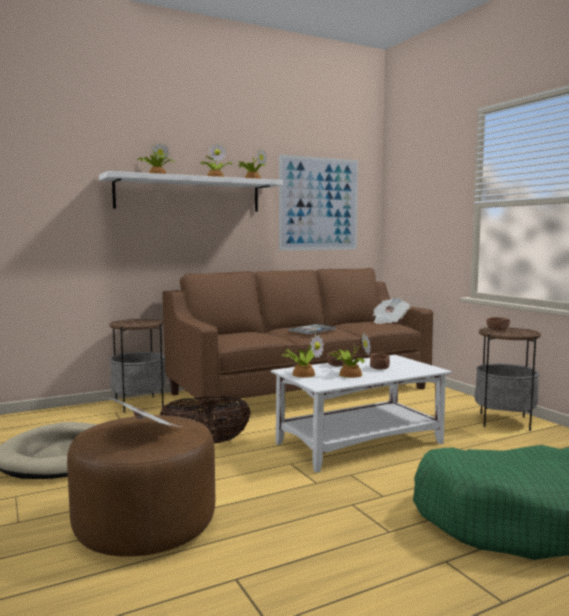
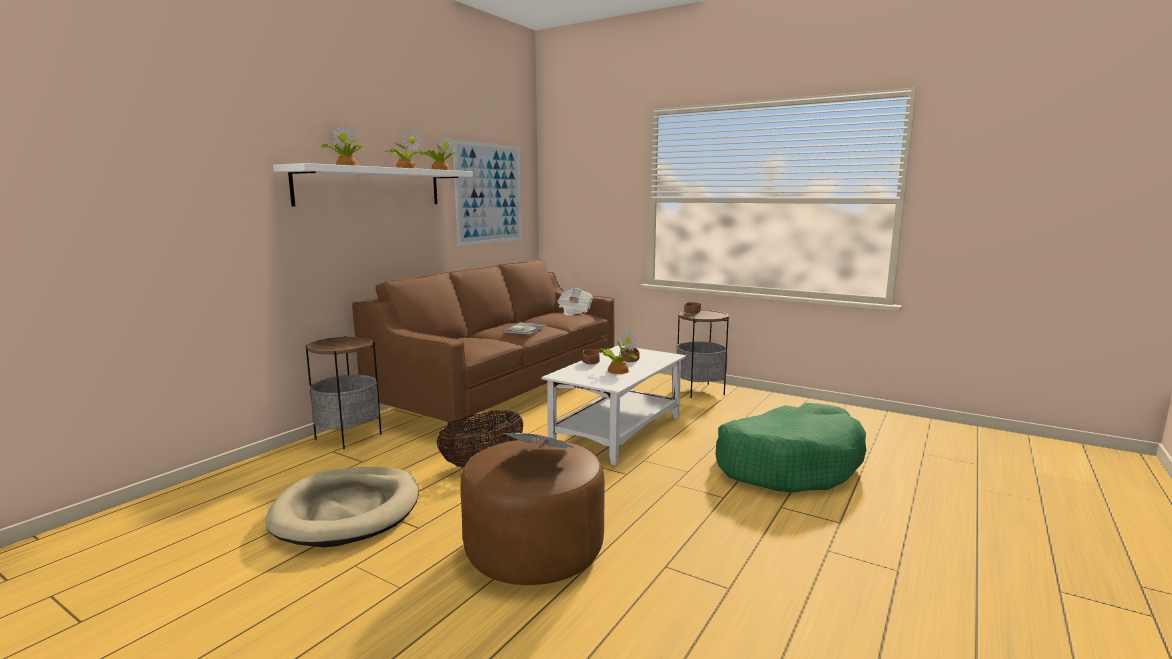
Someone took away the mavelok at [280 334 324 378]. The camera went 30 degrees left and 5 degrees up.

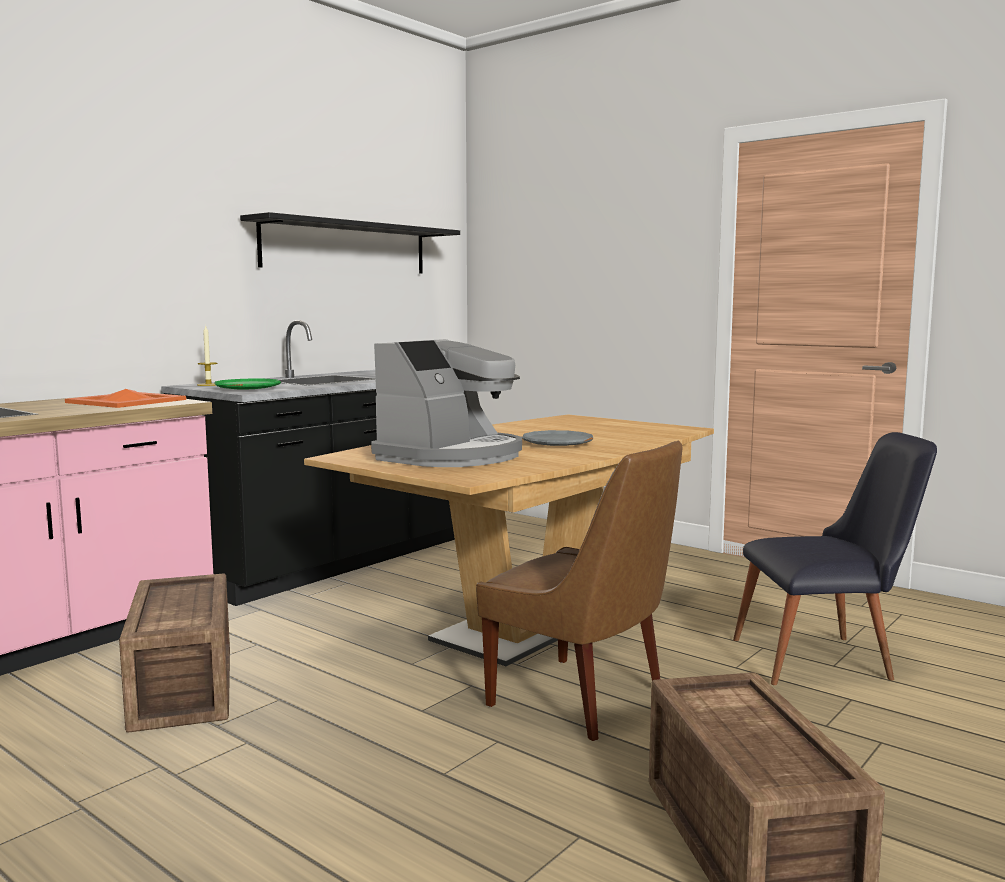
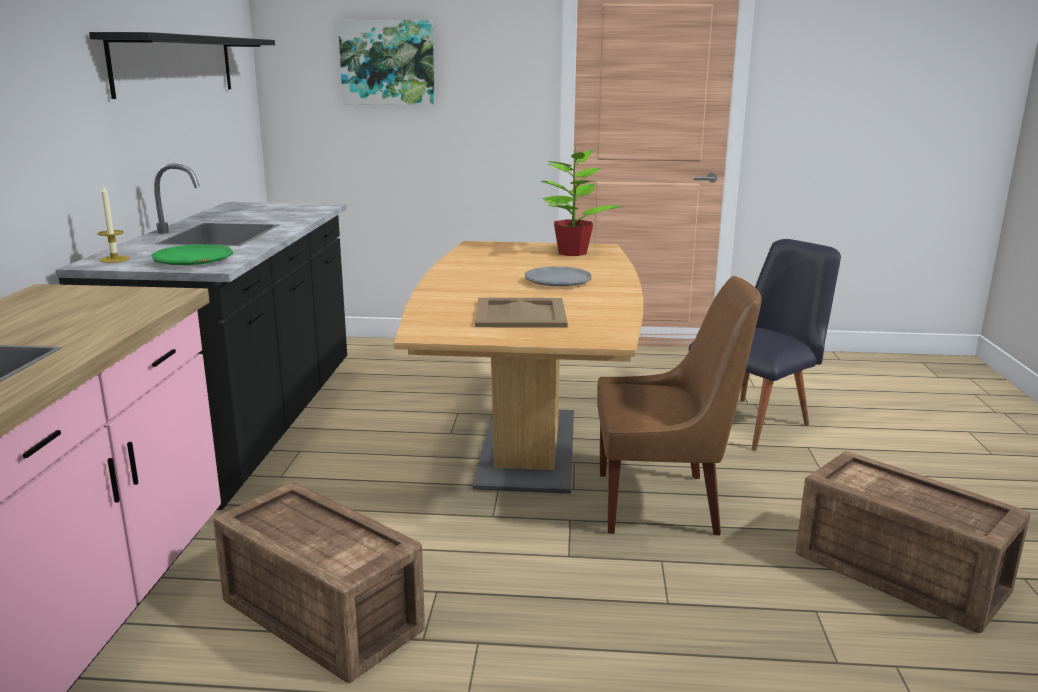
Someone took away the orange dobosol at [65 389 186 408]. Someone swapped the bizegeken at [371 339 522 467] for the beige dobosol at [475 298 568 328]. Someone put up the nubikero at [338 20 435 105]. Someone put down the mavelok at [541 145 622 256]. The camera went 35 degrees left and 10 degrees up.

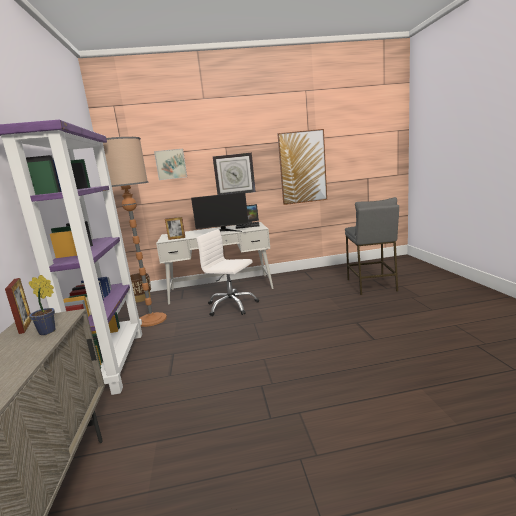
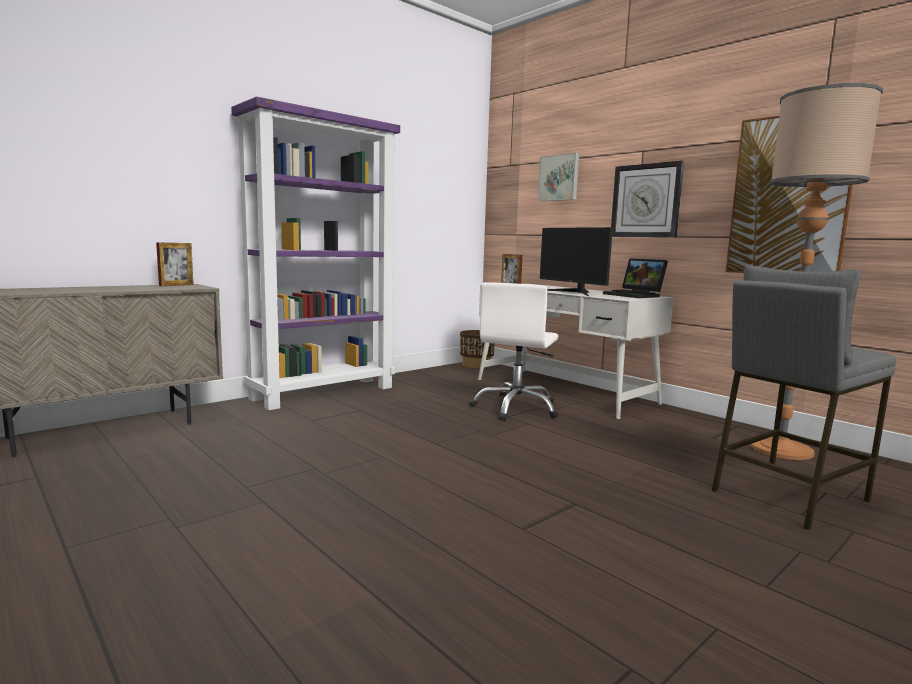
Someone took away the mavelok at [29 275 56 335]. Someone carried the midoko from [103 137 167 327] to [750 83 883 460]. Someone rotated the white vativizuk at [196 229 259 316] by 150 degrees counterclockwise. The camera went 55 degrees right and 5 degrees down.

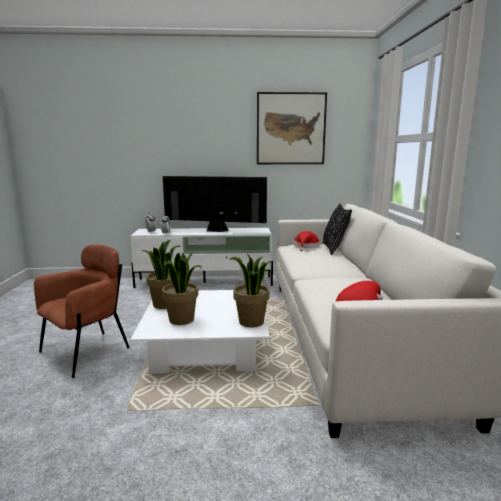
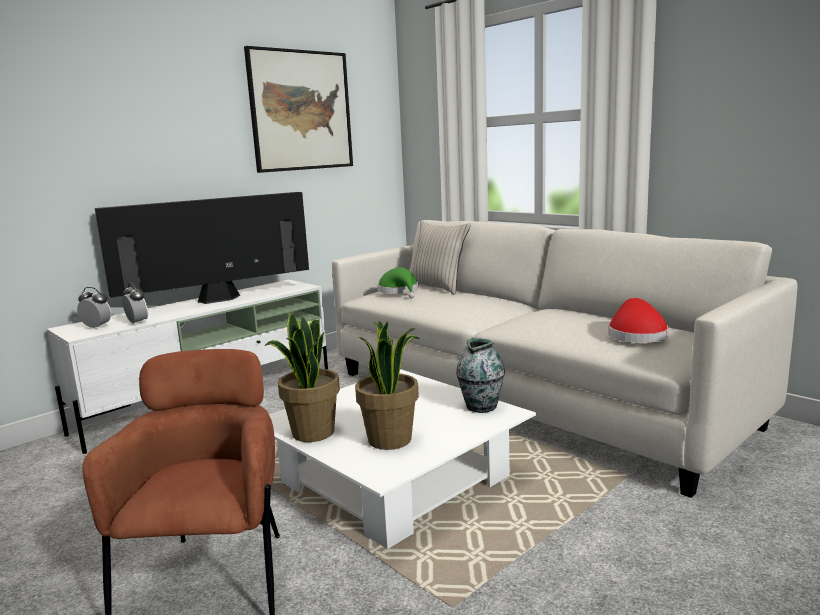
Someone swapped the mavelok at [230 254 272 327] for the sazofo at [456 339 505 413]. Someone repainted the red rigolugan at [294 231 320 251], which became the green rigolugan at [378 267 418 299]. Someone repainted the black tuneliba at [323 204 352 255], which became the beige tuneliba at [411 220 471 294]. The camera went 40 degrees left and 0 degrees up.

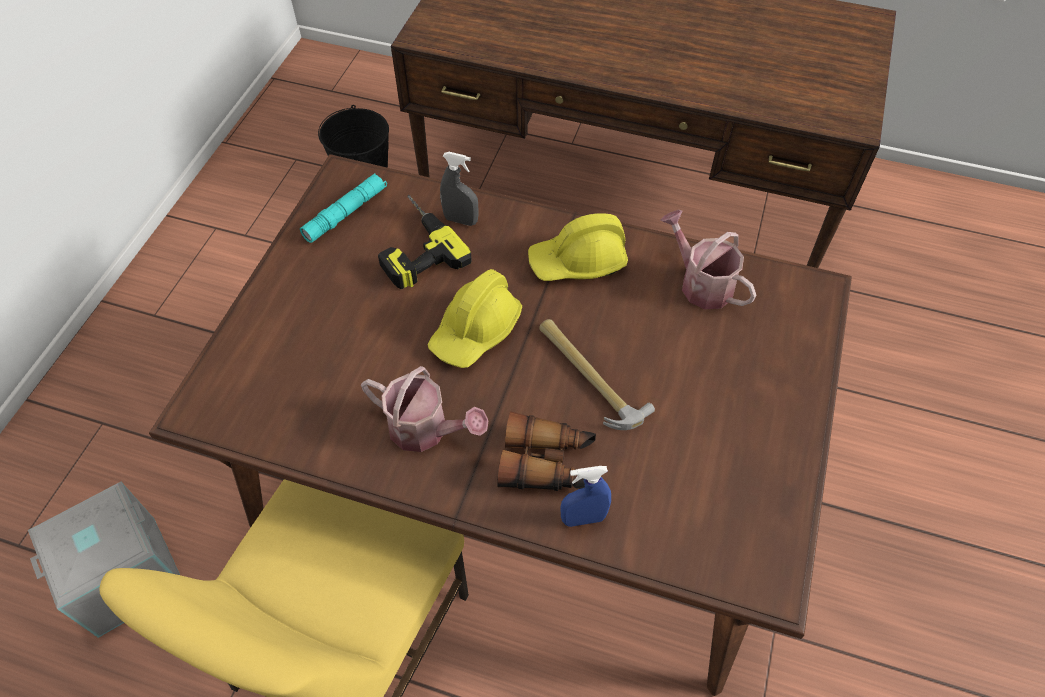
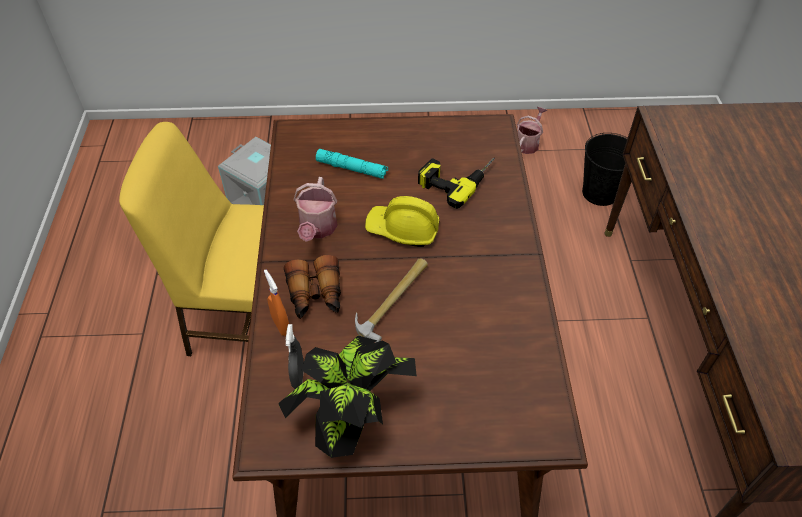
Someone carried the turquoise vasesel from [300 174 387 243] to [316 149 388 179]. Someone carried the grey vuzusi from [440 152 478 226] to [286 324 304 389]. Someone took away the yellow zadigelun at [528 213 628 281]. Someone repainted the blue vuzusi at [560 466 611 527], which became the orange vuzusi at [264 269 289 336]. Someone carried the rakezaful from [660 210 756 309] to [517 107 548 154]. Someone put down the mavelok at [278 336 417 458]. The camera went 70 degrees right and 5 degrees down.

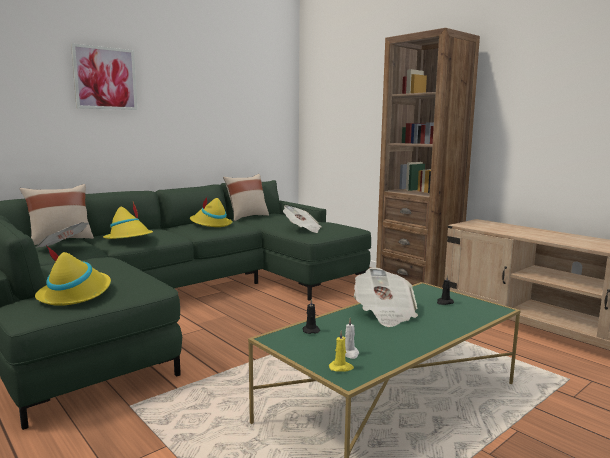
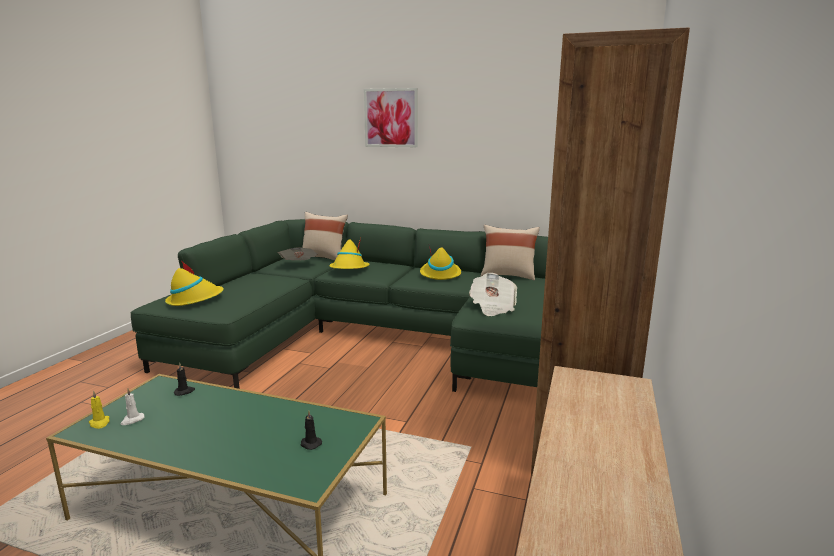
Someone took away the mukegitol at [354 268 418 327]. The camera went 60 degrees right and 5 degrees up.

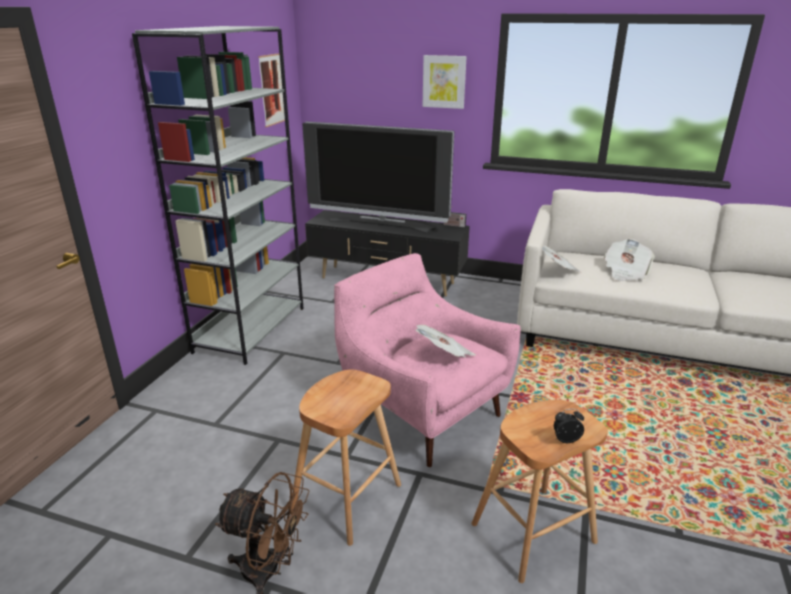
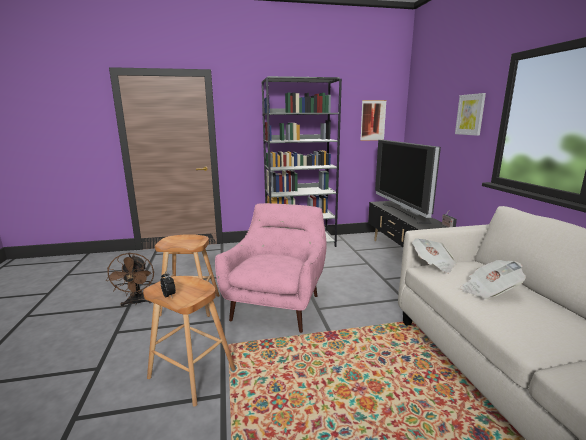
Someone took away the mukegitol at [415 325 476 358]. The camera went 60 degrees right and 10 degrees down.

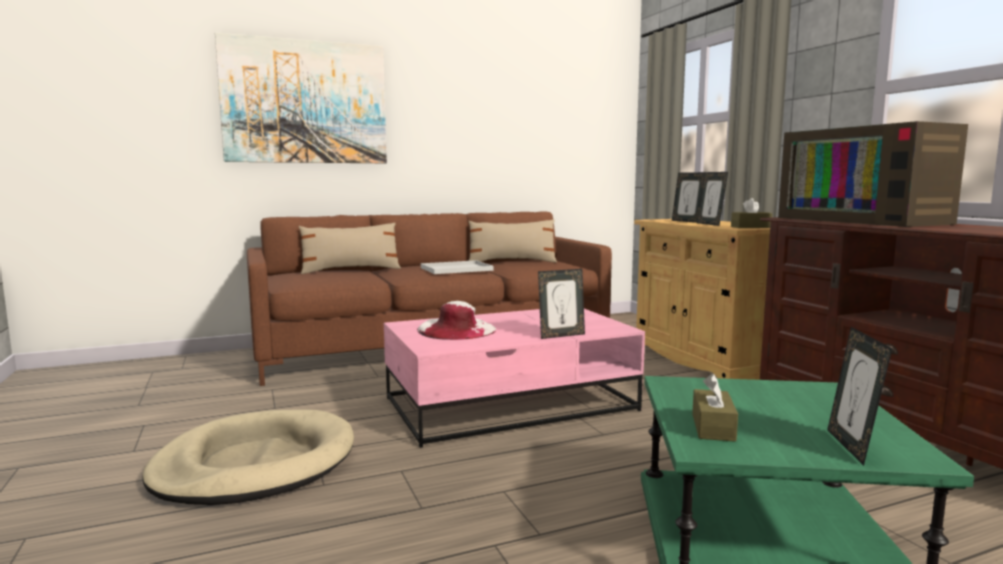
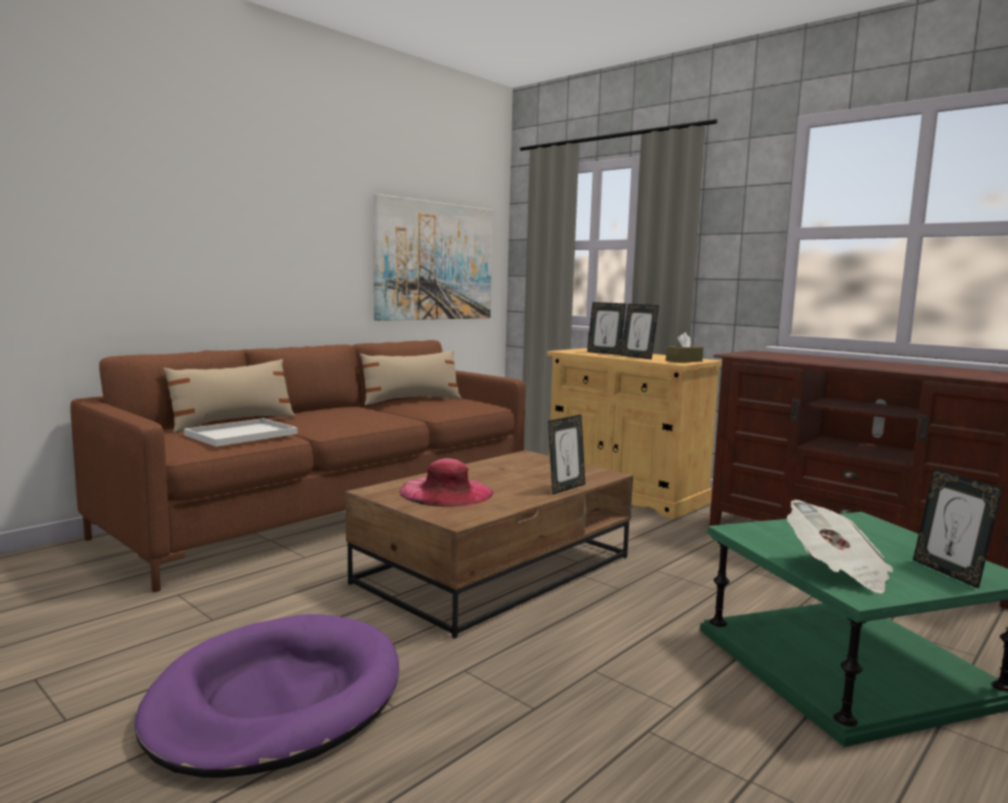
Someone repainted the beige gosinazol at [142 409 354 505], which became the purple gosinazol at [135 614 399 778]. Someone carried the nubikero from [215 32 387 163] to [373 194 493 321]. Someone repainted the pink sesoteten at [384 309 645 448], which became the brown sesoteten at [346 450 633 638]. Someone repainted the white rigolugan at [417 301 496 340], which became the pink rigolugan at [399 458 493 507]. Someone carried the white dobosol from [421 260 493 274] to [184 418 298 447]. Someone swapped the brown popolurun at [692 374 738 442] for the mukegitol at [787 500 893 594]. Someone took away the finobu at [778 121 968 227]. The camera went 25 degrees left and 0 degrees up.

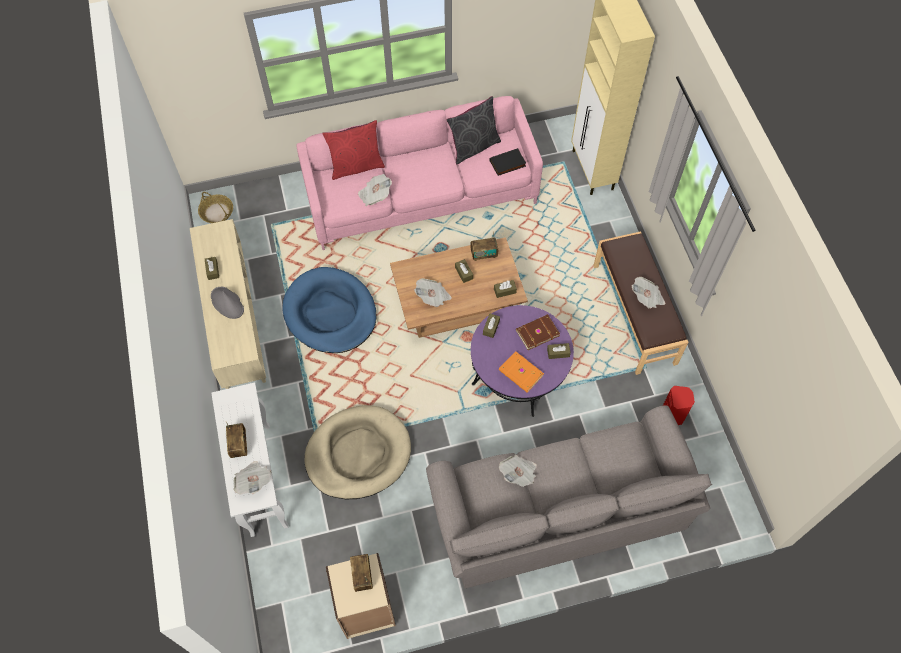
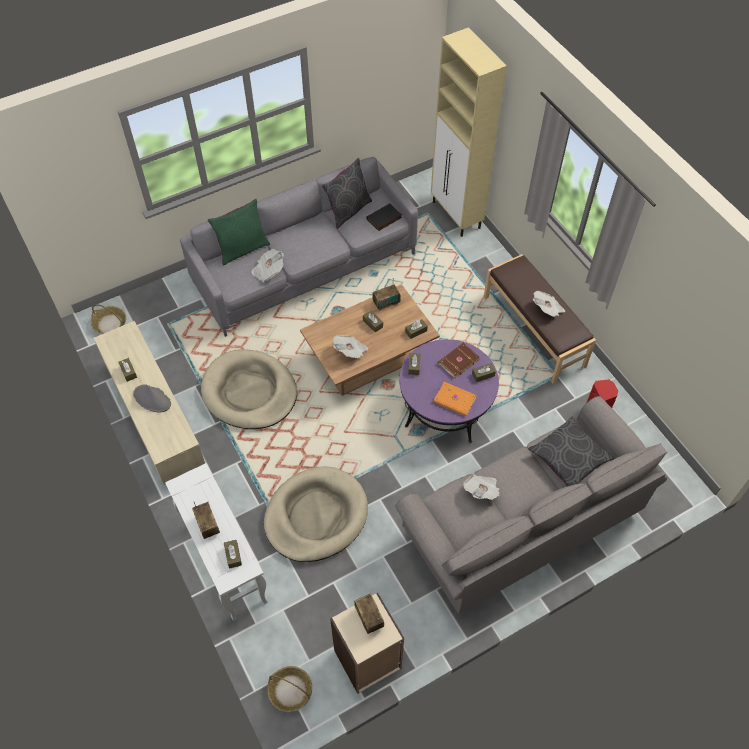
Someone swapped the mukegitol at [234 461 271 495] for the brown popolurun at [224 540 242 569]. Someone repainted the blue gosinazol at [282 267 377 353], which became the beige gosinazol at [201 349 297 429]. Someone repainted the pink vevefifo at [297 96 543 250], which became the grey vevefifo at [180 157 418 337]. Someone repainted the red tuneliba at [322 120 385 180], which became the green tuneliba at [208 199 270 265]. Someone put down the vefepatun at [267 666 312 712]. Someone put down the grey tuneliba at [528 416 615 486]. The camera went 15 degrees left and 5 degrees down.

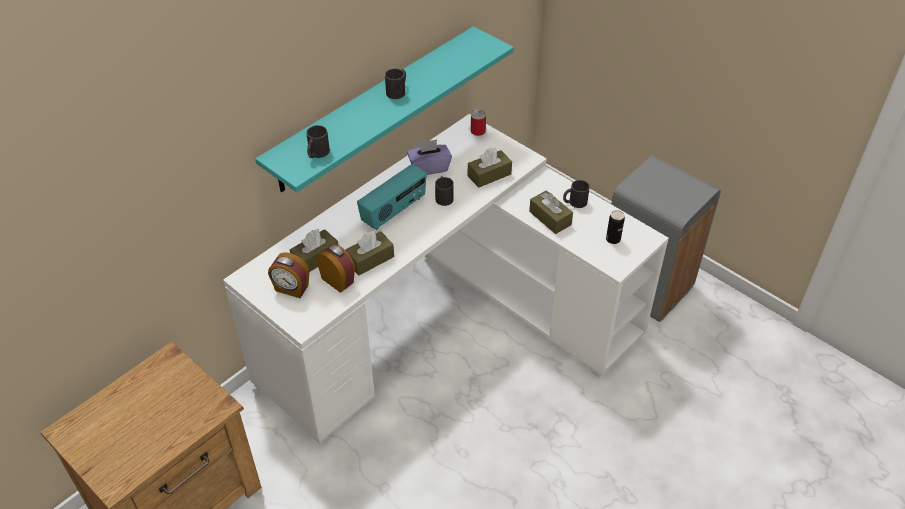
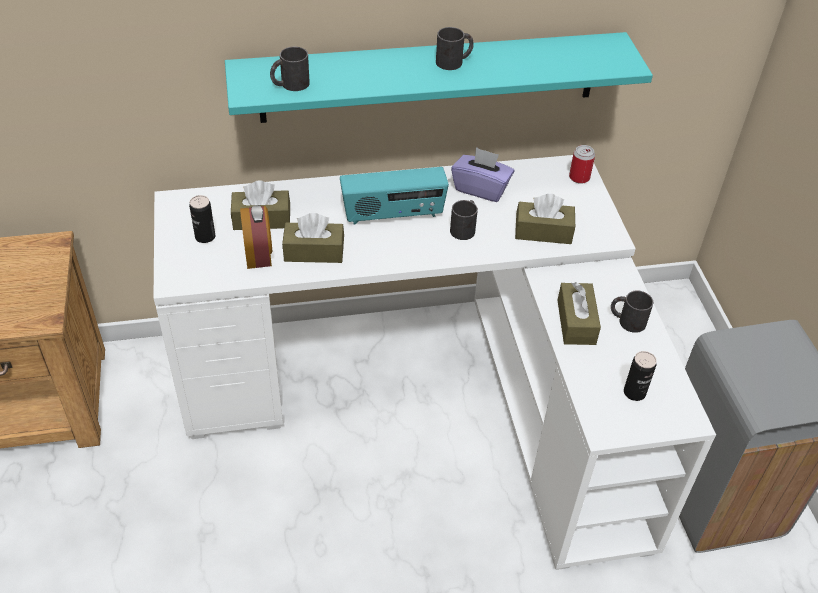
Someone swapped the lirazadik at [268 252 310 298] for the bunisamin at [189 195 215 243]. The camera went 35 degrees right and 0 degrees up.

